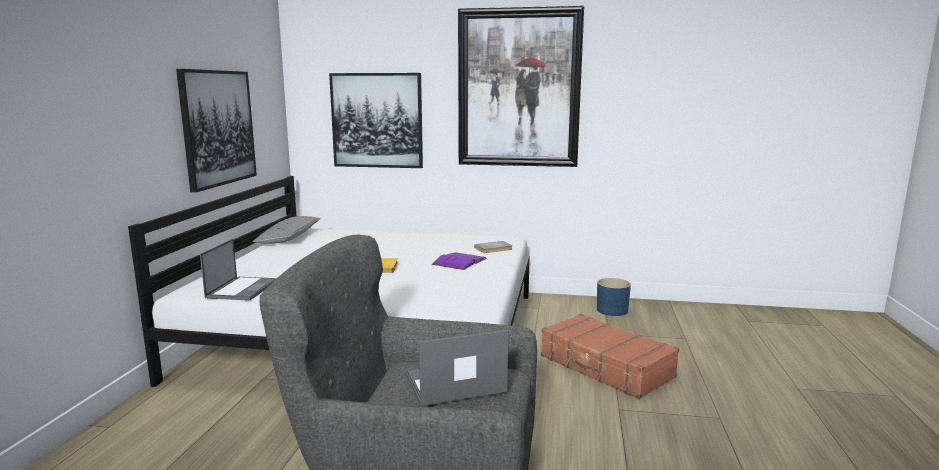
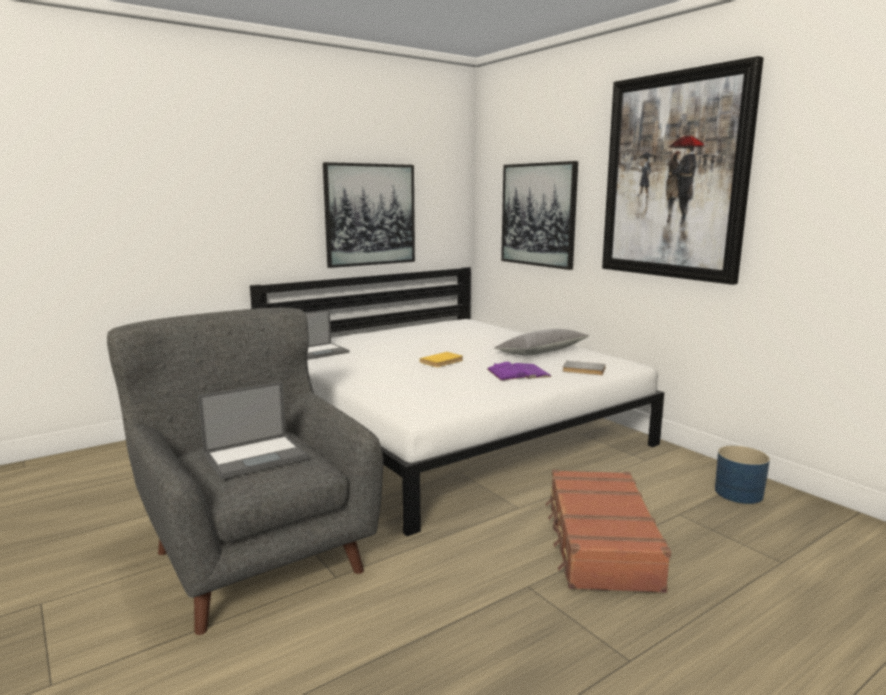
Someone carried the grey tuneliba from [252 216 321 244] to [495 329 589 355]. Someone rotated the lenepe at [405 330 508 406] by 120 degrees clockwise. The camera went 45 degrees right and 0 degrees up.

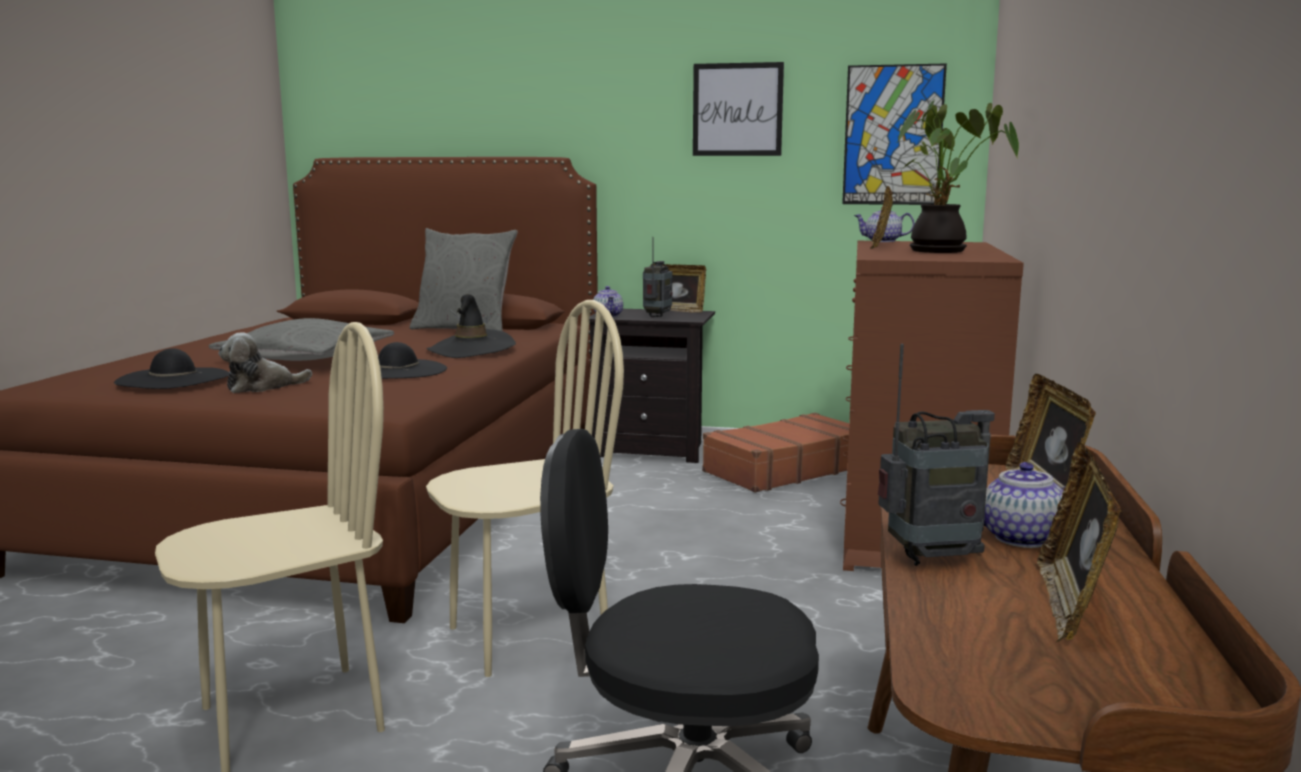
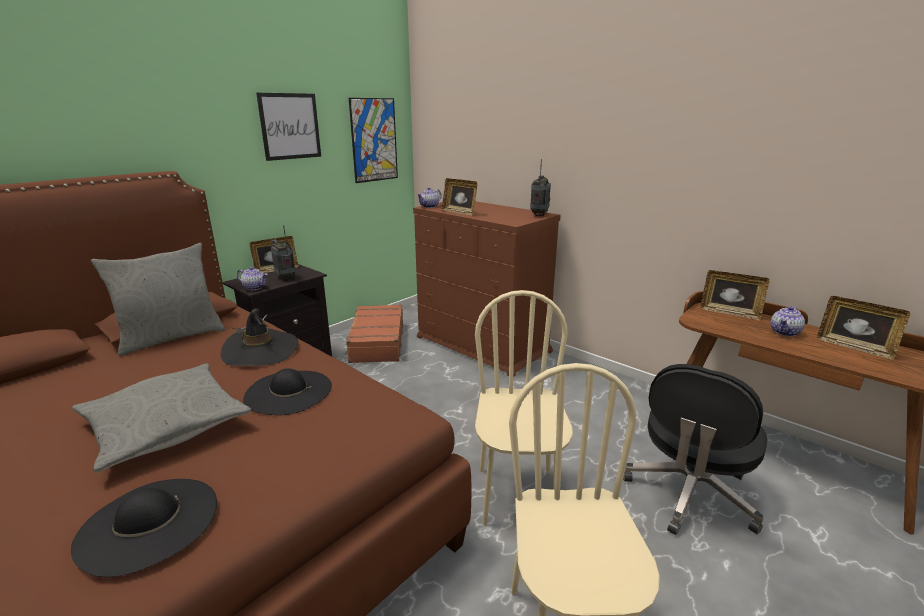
Someone took away the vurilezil at [218 332 312 393]. Someone carried the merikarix from [878 344 995 566] to [530 159 551 216]. Someone took away the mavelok at [897 99 1019 253]. The camera went 60 degrees left and 10 degrees up.

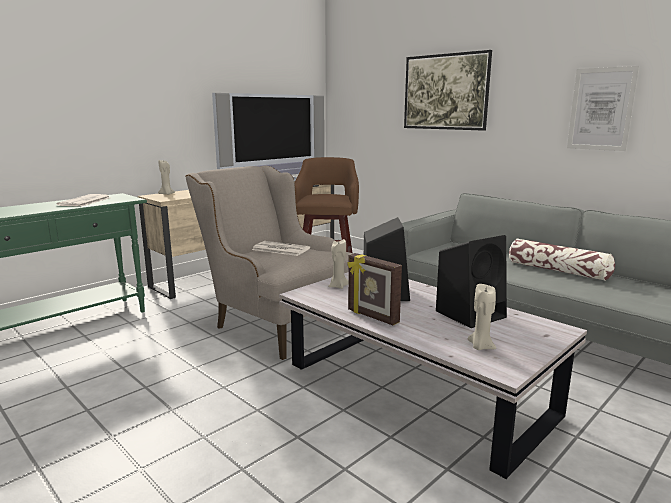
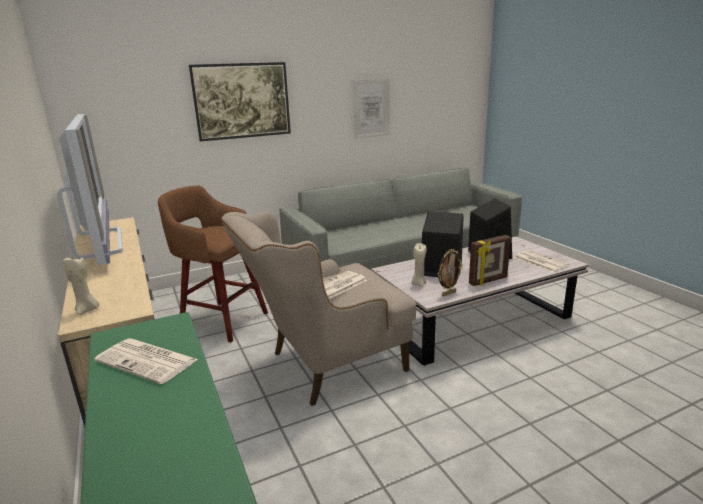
Someone swapped the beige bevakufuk at [468 284 496 350] for the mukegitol at [514 250 569 272]. Someone took away the tuneliba at [509 238 615 281]. Someone put down the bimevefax at [438 249 463 296]. The camera went 70 degrees left and 5 degrees up.

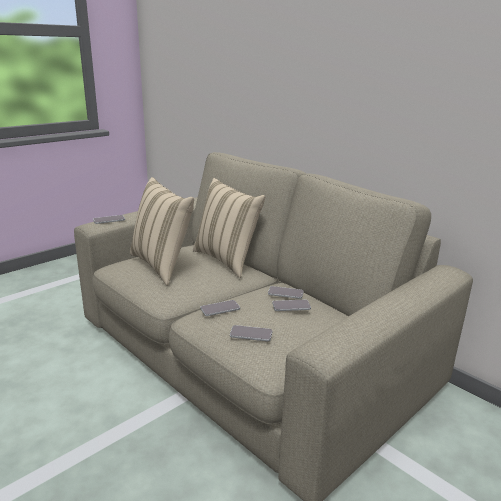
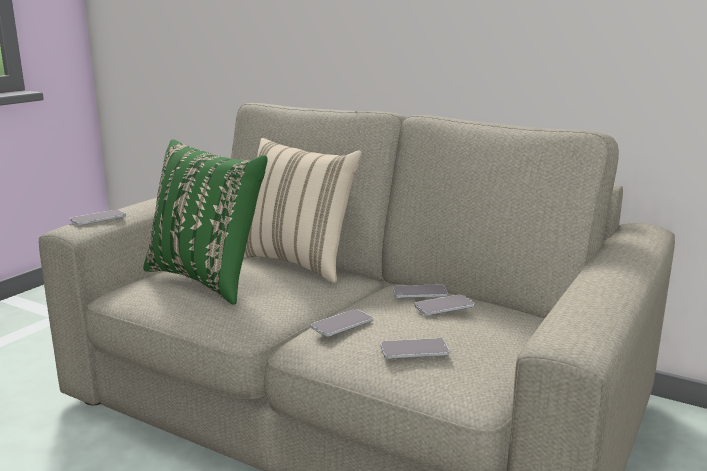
Someone repainted the beige tuneliba at [130 177 194 286], which became the green tuneliba at [143 139 268 305]. The camera went 15 degrees left and 5 degrees down.

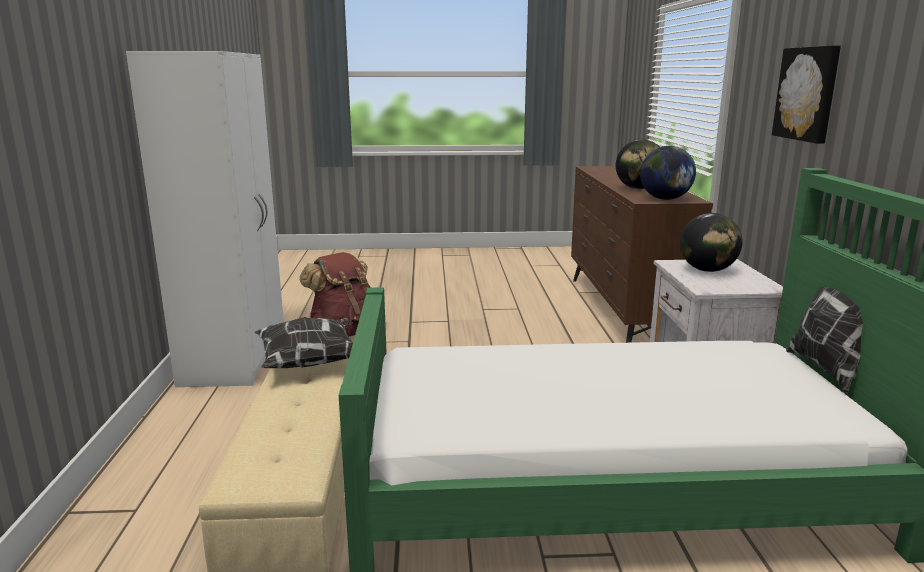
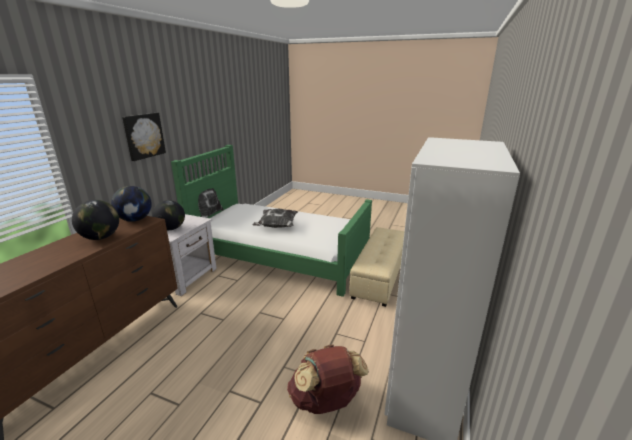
Someone carried the tuneliba from [255 317 353 368] to [253 209 298 228]. The camera went 155 degrees left and 5 degrees up.

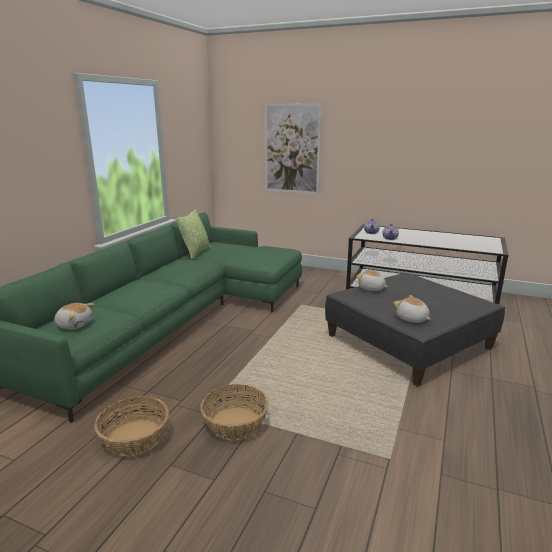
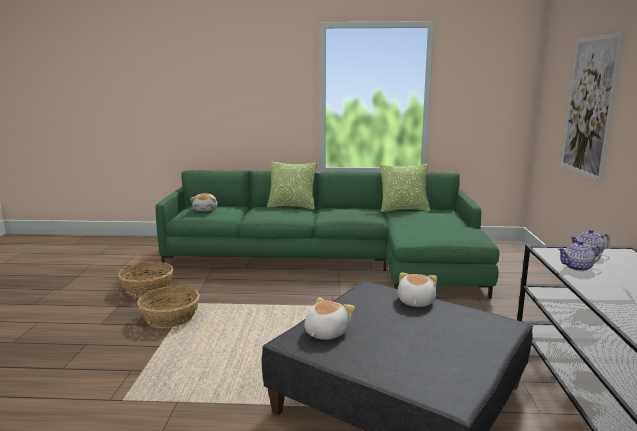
Someone put down the tuneliba at [267 161 317 210]. The camera went 70 degrees right and 5 degrees down.

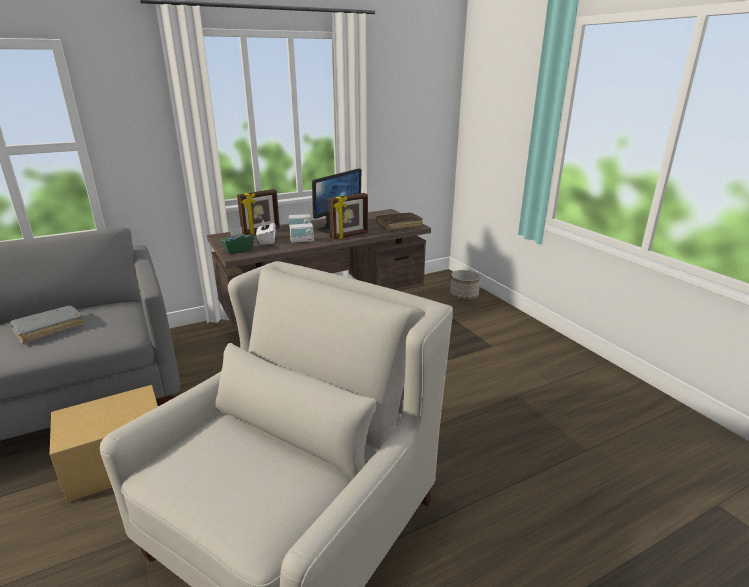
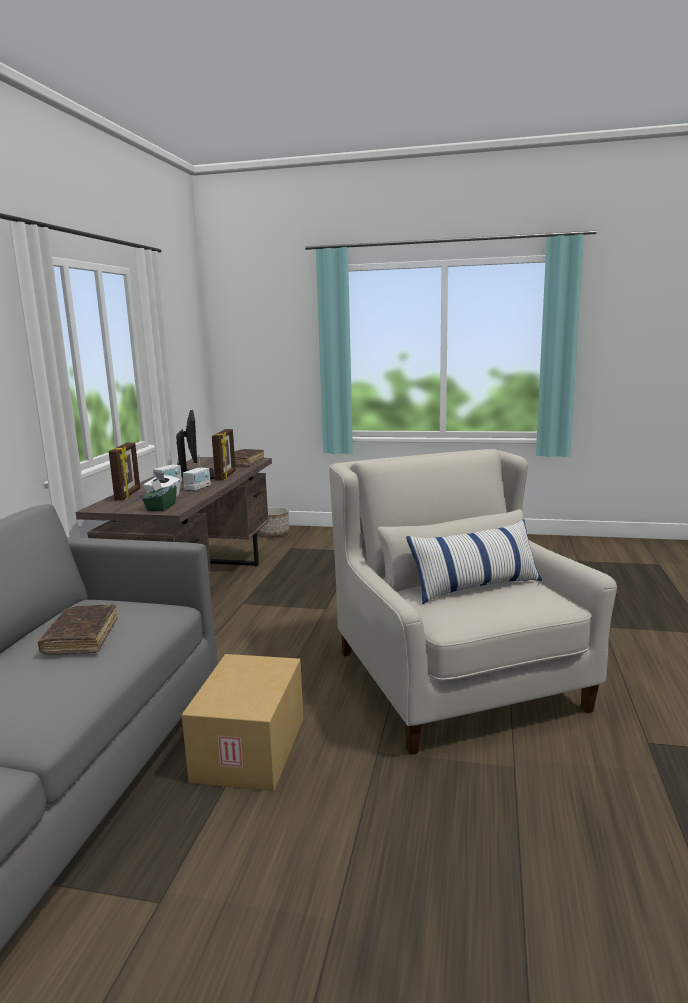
Someone repainted the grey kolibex at [10 306 84 344], which became the brown kolibex at [38 604 117 654]. Someone put down the tuneliba at [406 519 542 604]. The camera went 50 degrees left and 10 degrees down.

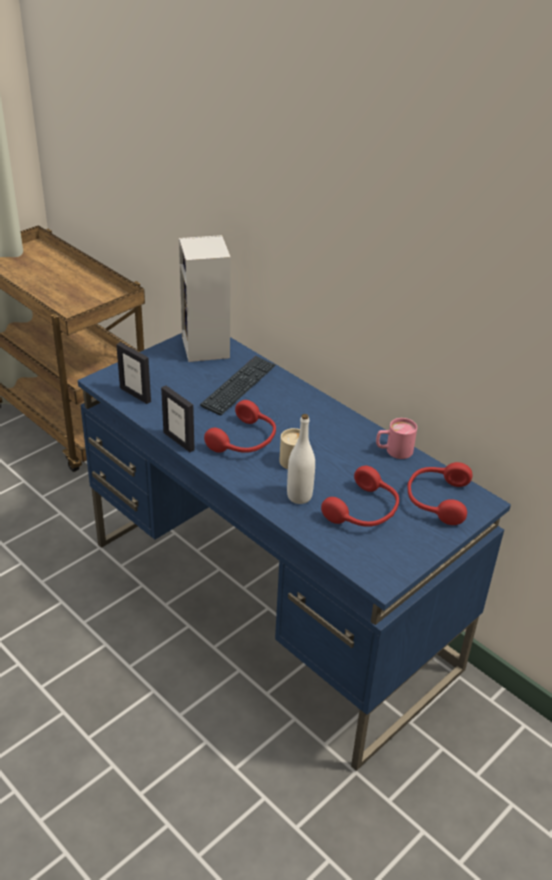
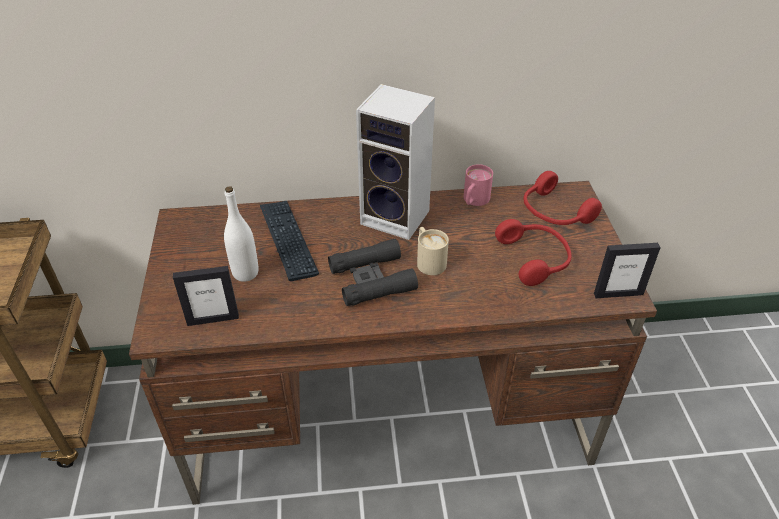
Someone repainted the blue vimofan at [78 333 511 771], which became the brown vimofan at [129 181 657 505]. Someone carried the bimevefax from [161 385 195 452] to [594 243 661 298]. Someone carried the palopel from [179 235 231 362] to [356 84 435 240]. Someone swapped the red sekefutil at [204 400 276 453] for the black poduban at [328 239 418 306]. Someone carried the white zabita from [287 414 315 504] to [224 186 259 282]. The camera went 50 degrees left and 5 degrees up.

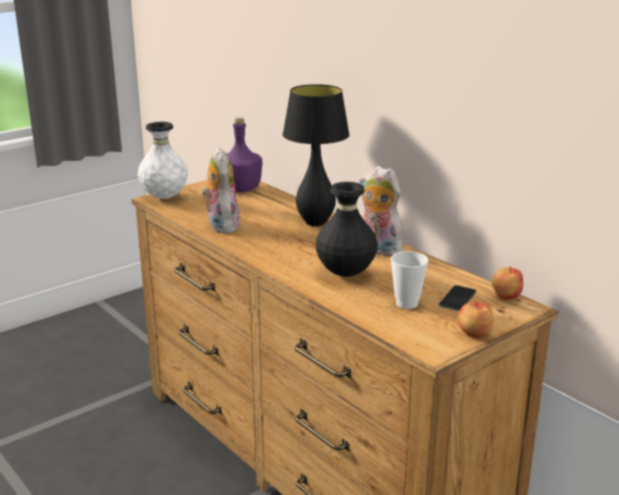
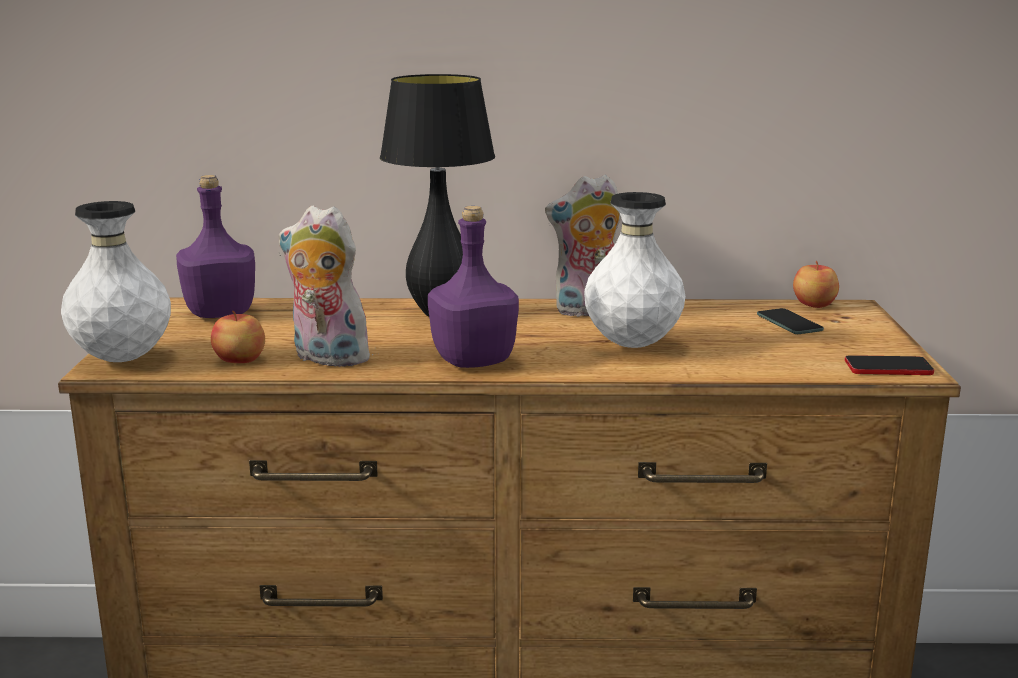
Someone repainted the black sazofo at [316 182 378 277], which became the white sazofo at [584 192 686 348]. Someone took away the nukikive at [391 251 428 309]. Someone carried the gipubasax from [458 301 494 338] to [211 311 265 363]. Someone put down the purple zabita at [428 206 519 368]. Someone put down the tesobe at [845 355 934 375]. The camera went 50 degrees left and 5 degrees down.

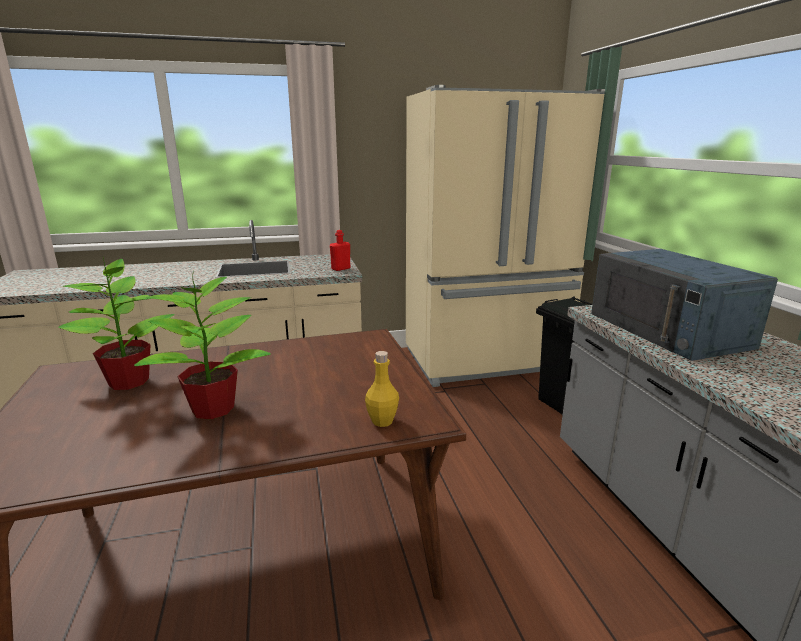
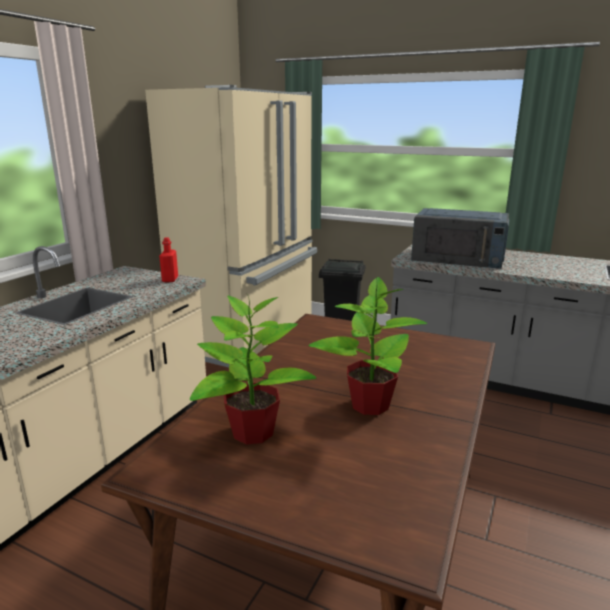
Someone took away the yellow zabita at [365 351 399 427]. The camera went 50 degrees left and 0 degrees up.

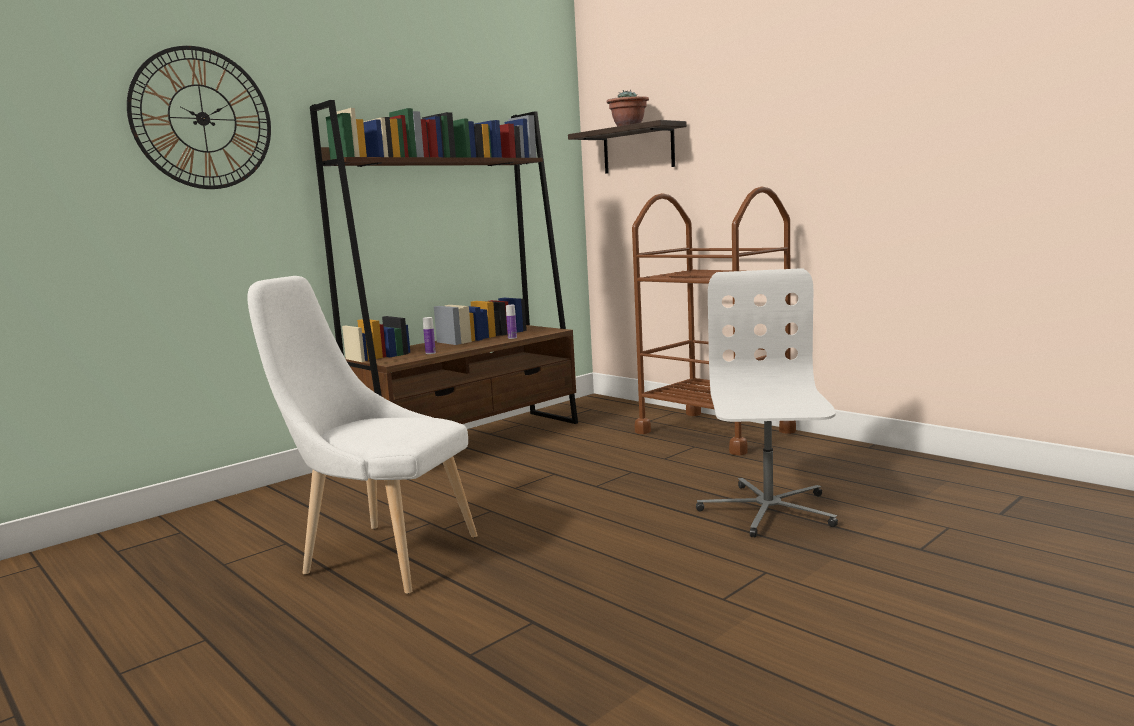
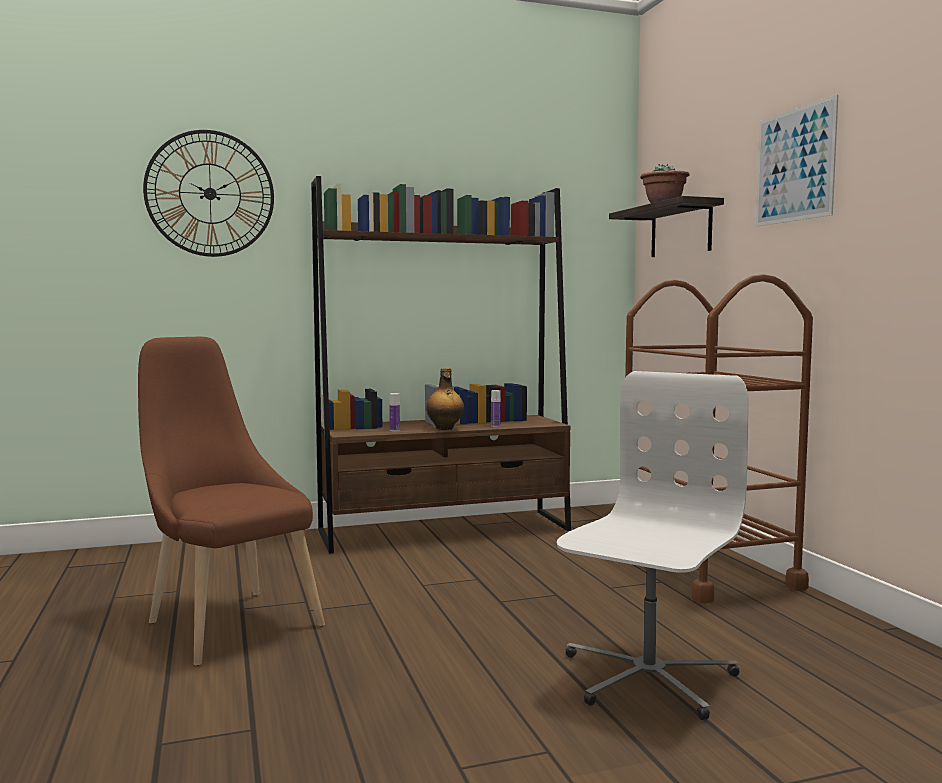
Someone repainted the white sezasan at [247 276 478 594], which became the brown sezasan at [138 337 325 666]. Someone put down the zabita at [426 368 464 430]. Someone put up the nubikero at [756 95 838 227]. The camera went 25 degrees right and 5 degrees down.

